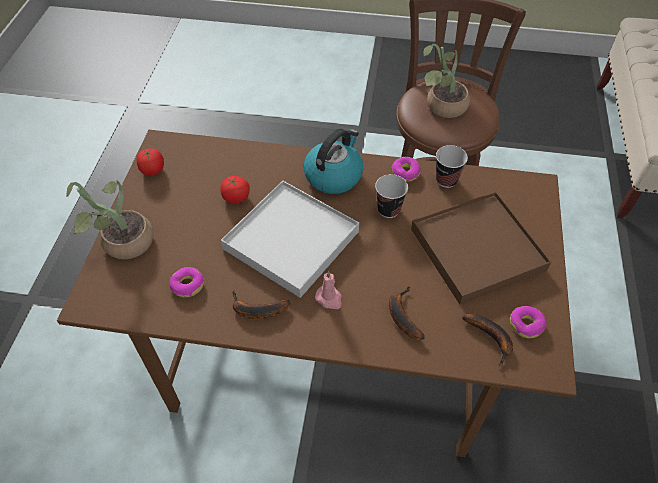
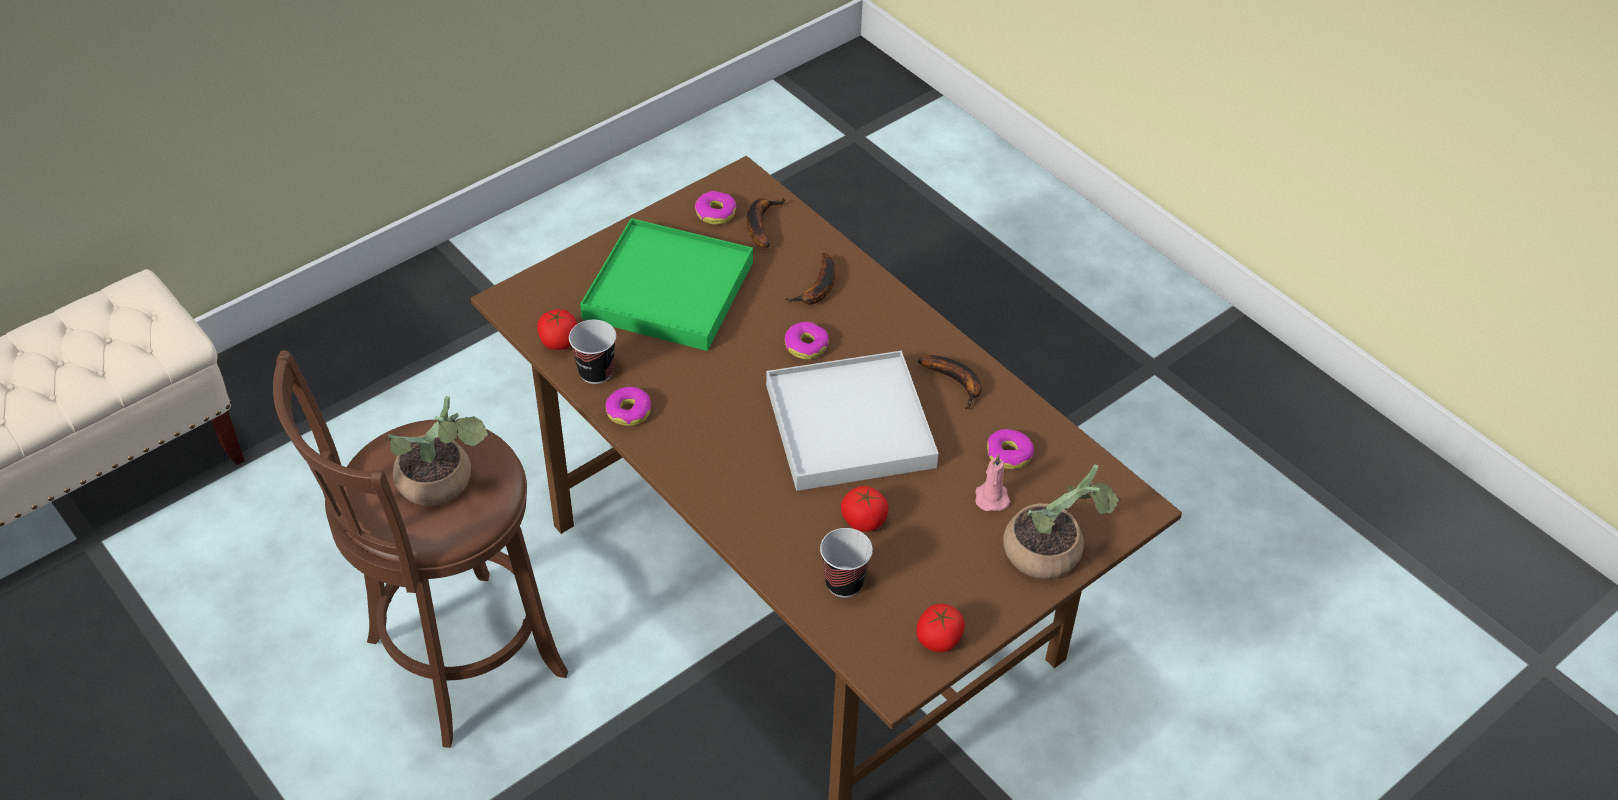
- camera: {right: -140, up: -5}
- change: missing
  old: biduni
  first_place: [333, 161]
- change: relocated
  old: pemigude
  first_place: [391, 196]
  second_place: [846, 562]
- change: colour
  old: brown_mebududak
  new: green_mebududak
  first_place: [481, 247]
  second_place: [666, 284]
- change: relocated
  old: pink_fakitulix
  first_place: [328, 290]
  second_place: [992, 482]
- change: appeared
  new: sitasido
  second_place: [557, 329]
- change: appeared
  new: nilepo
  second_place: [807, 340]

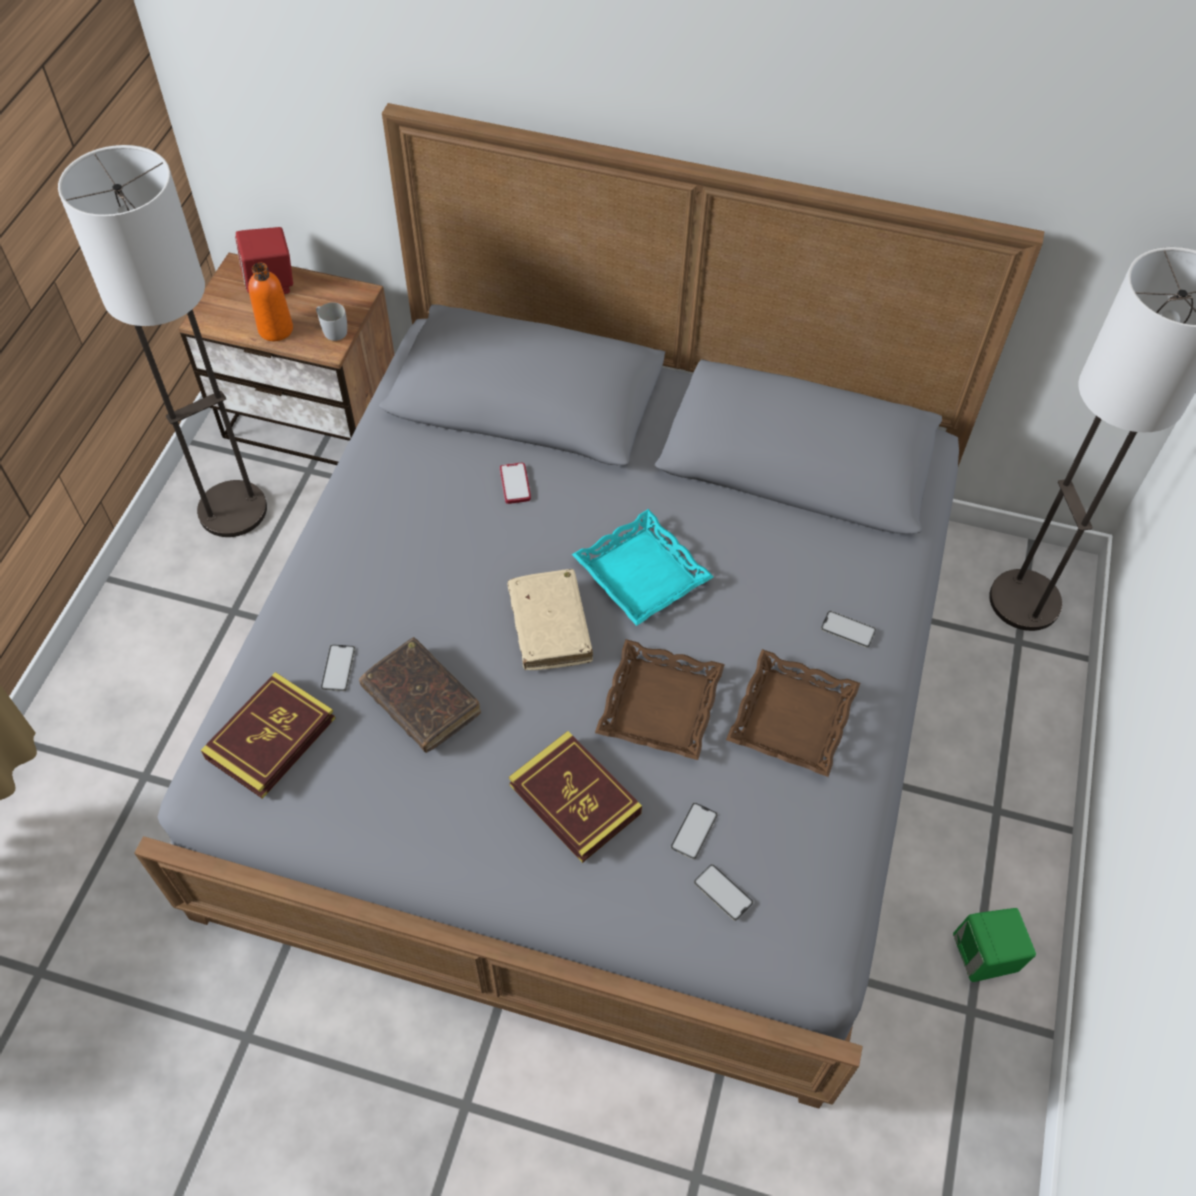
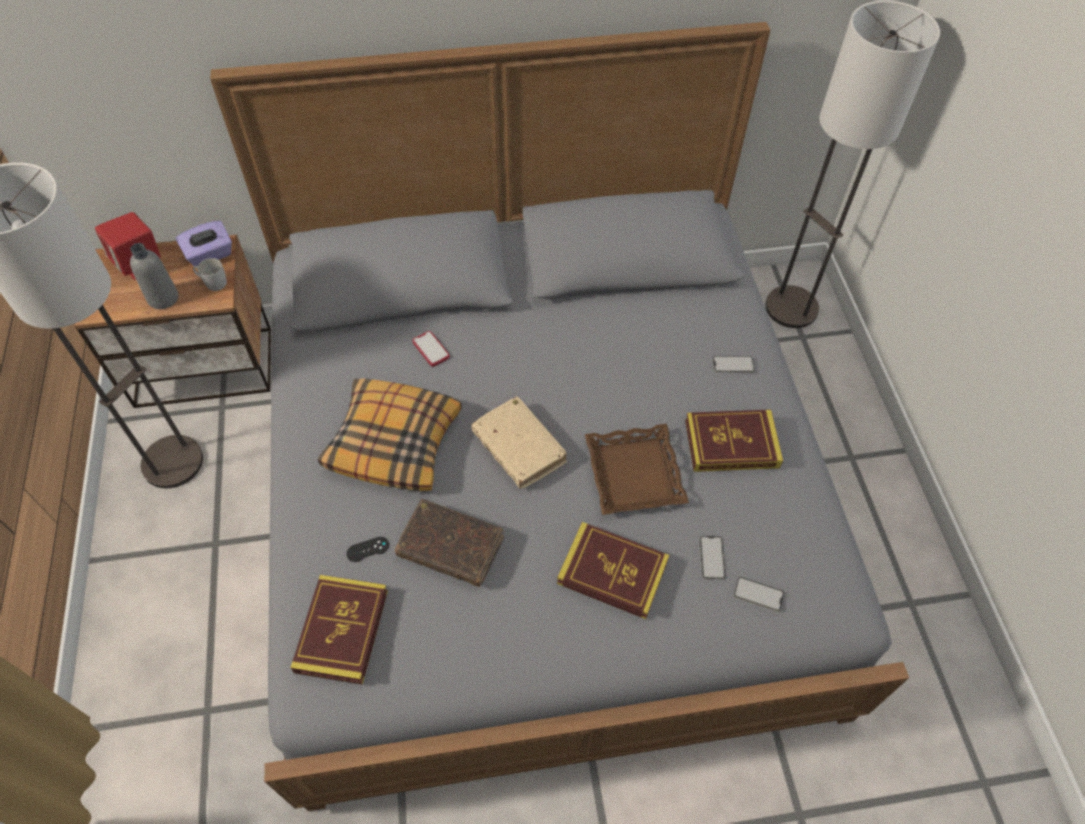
- camera: {right: -25, up: 0}
- change: colour
  old: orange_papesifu
  new: grey_papesifu
  first_place: [270, 302]
  second_place: [154, 276]
- change: missing
  old: turquoise_mebududak
  first_place: [643, 567]
- change: exchanged
  old: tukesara
  new: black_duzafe
  first_place: [338, 667]
  second_place: [368, 549]
- change: exchanged
  old: brown_mebududak
  new: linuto
  first_place: [793, 713]
  second_place: [734, 441]
- change: missing
  old: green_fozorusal
  first_place: [994, 945]
- change: appeared
  new: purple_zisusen
  second_place: [204, 243]
- change: appeared
  new: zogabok
  second_place: [390, 434]

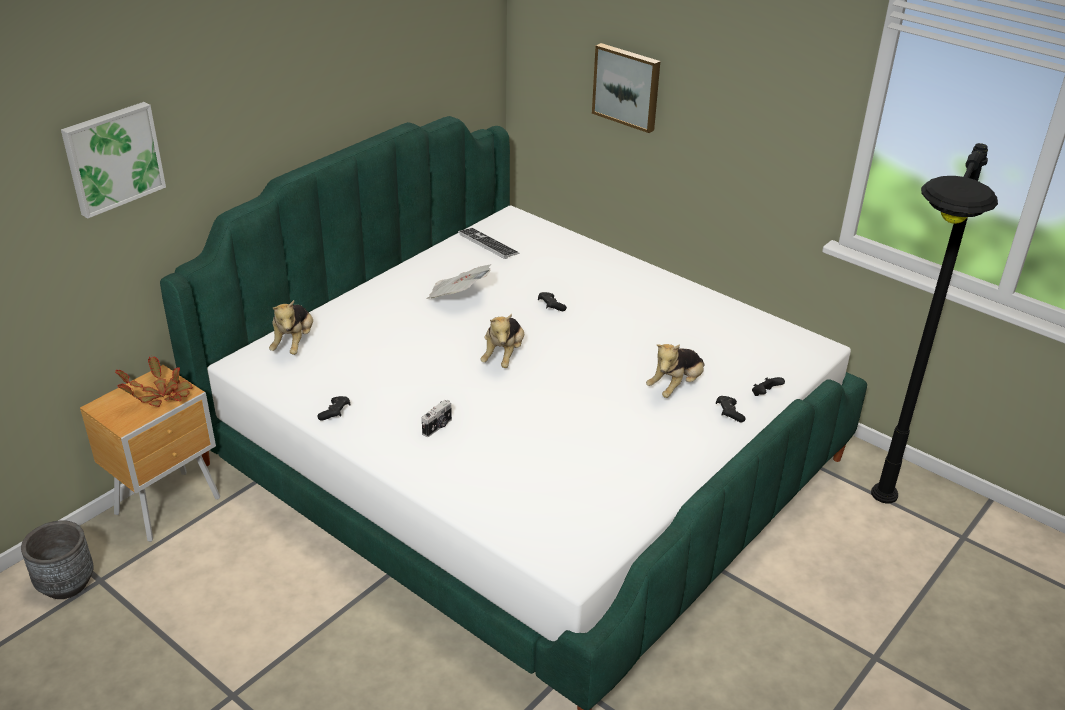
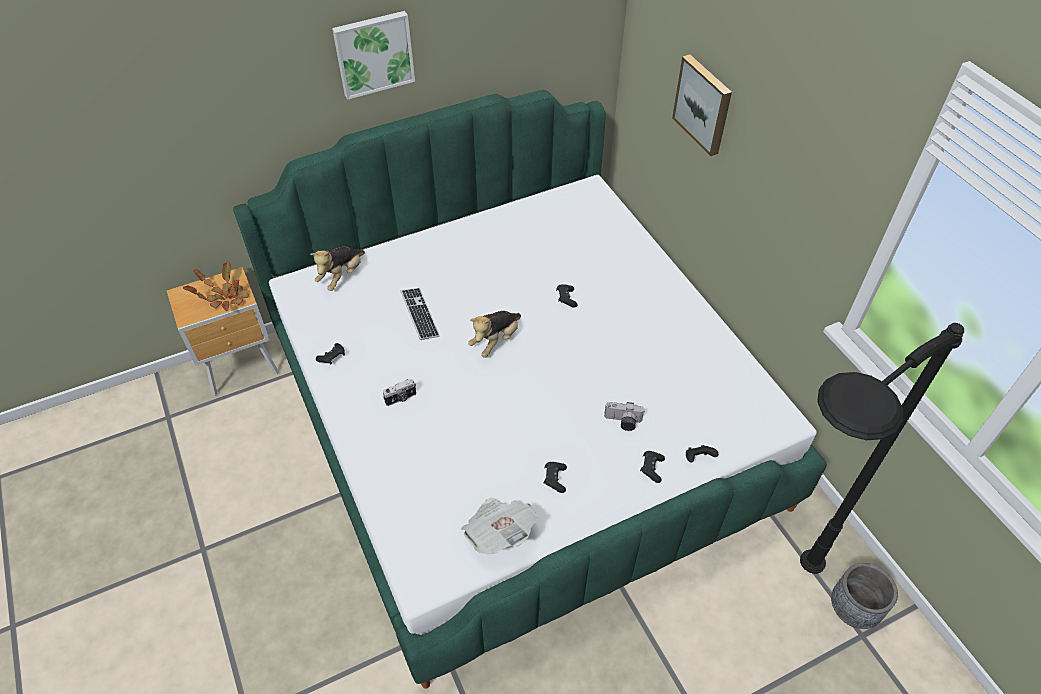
- camera: {right: 25, up: 15}
- change: relocated
  old: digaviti
  first_place: [113, 160]
  second_place: [373, 55]
- change: relocated
  old: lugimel
  first_place: [488, 243]
  second_place: [420, 314]
- change: relocated
  old: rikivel
  first_place: [459, 281]
  second_place: [500, 526]
- change: exchanged
  old: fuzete
  new: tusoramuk
  first_place: [675, 371]
  second_place: [624, 416]
- change: relocated
  old: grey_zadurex
  first_place: [57, 559]
  second_place: [864, 596]
- change: appeared
  new: black_duzafe
  second_place: [555, 477]

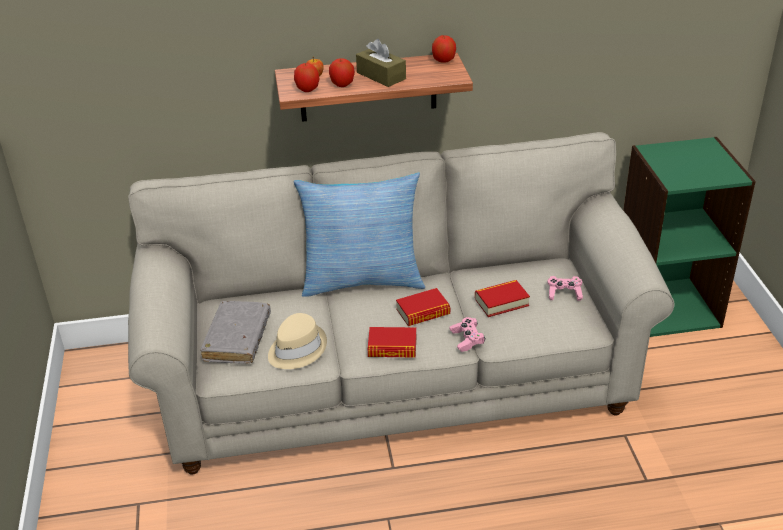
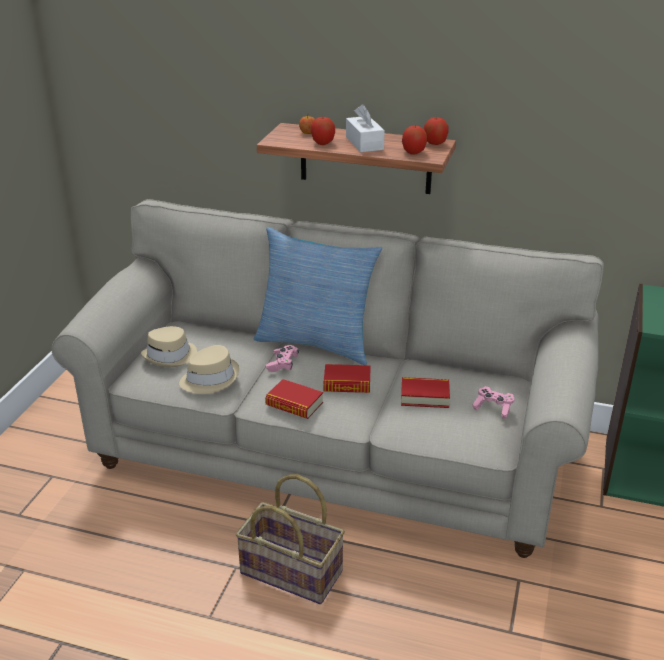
- camera: {right: 25, up: -5}
- change: colour
  old: brown_zisusen
  new: white_zisusen
  first_place: [381, 63]
  second_place: [365, 128]
- change: relocated
  old: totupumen
  first_place: [306, 77]
  second_place: [414, 140]
- change: exchanged
  old: grey_linuto
  new: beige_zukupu
  first_place: [235, 332]
  second_place: [169, 346]
- change: relocated
  old: pink_duzafe
  first_place: [467, 334]
  second_place: [282, 358]
- change: appeared
  new: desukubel
  second_place: [290, 539]

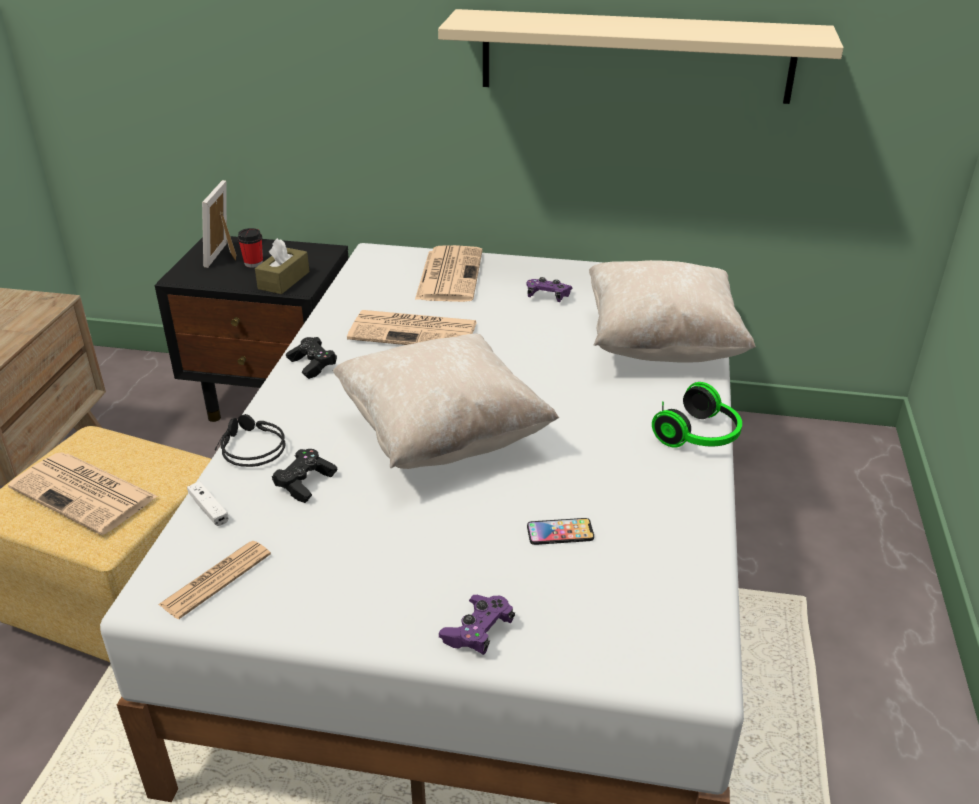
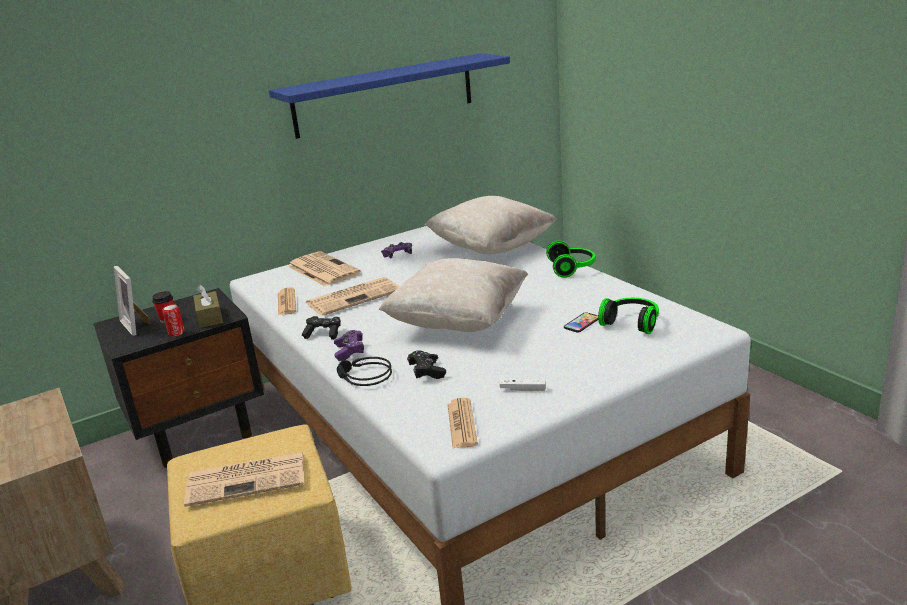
- camera: {right: -40, up: -10}
- change: colour
  old: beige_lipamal
  new: blue_lipamal
  first_place: [641, 56]
  second_place: [389, 96]
- change: relocated
  old: white_duzafe
  first_place: [208, 503]
  second_place: [522, 385]
- change: relocated
  old: purple_duzafe
  first_place: [477, 625]
  second_place: [349, 345]
- change: appeared
  new: rikivel
  second_place: [287, 301]
- change: appeared
  new: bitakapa
  second_place: [628, 316]
- change: appeared
  new: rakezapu
  second_place: [173, 320]

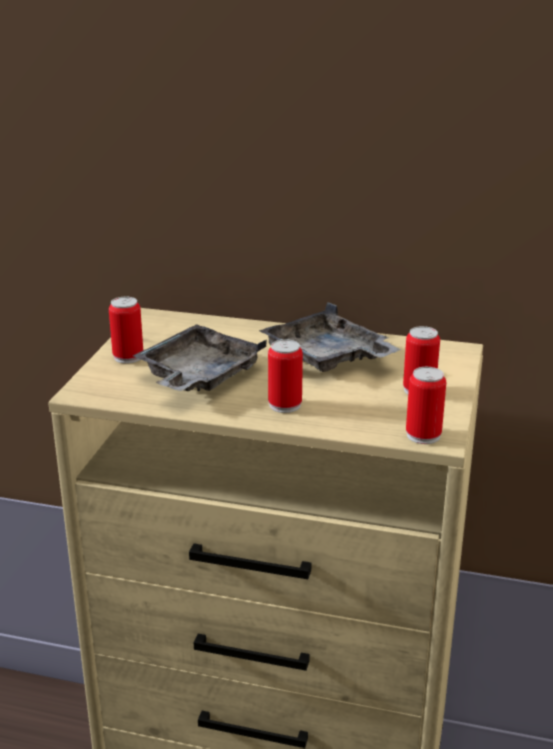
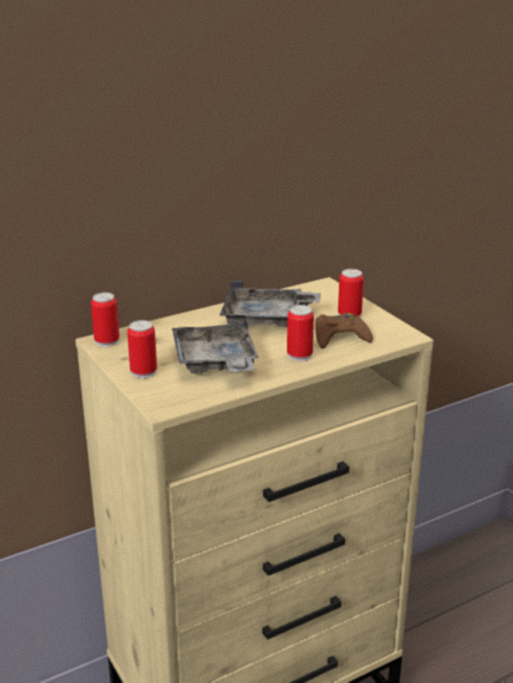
- camera: {right: -45, up: 0}
- change: relocated
  old: rakezapu
  first_place: [426, 405]
  second_place: [105, 319]
- change: appeared
  new: brown_duzafe
  second_place: [344, 331]

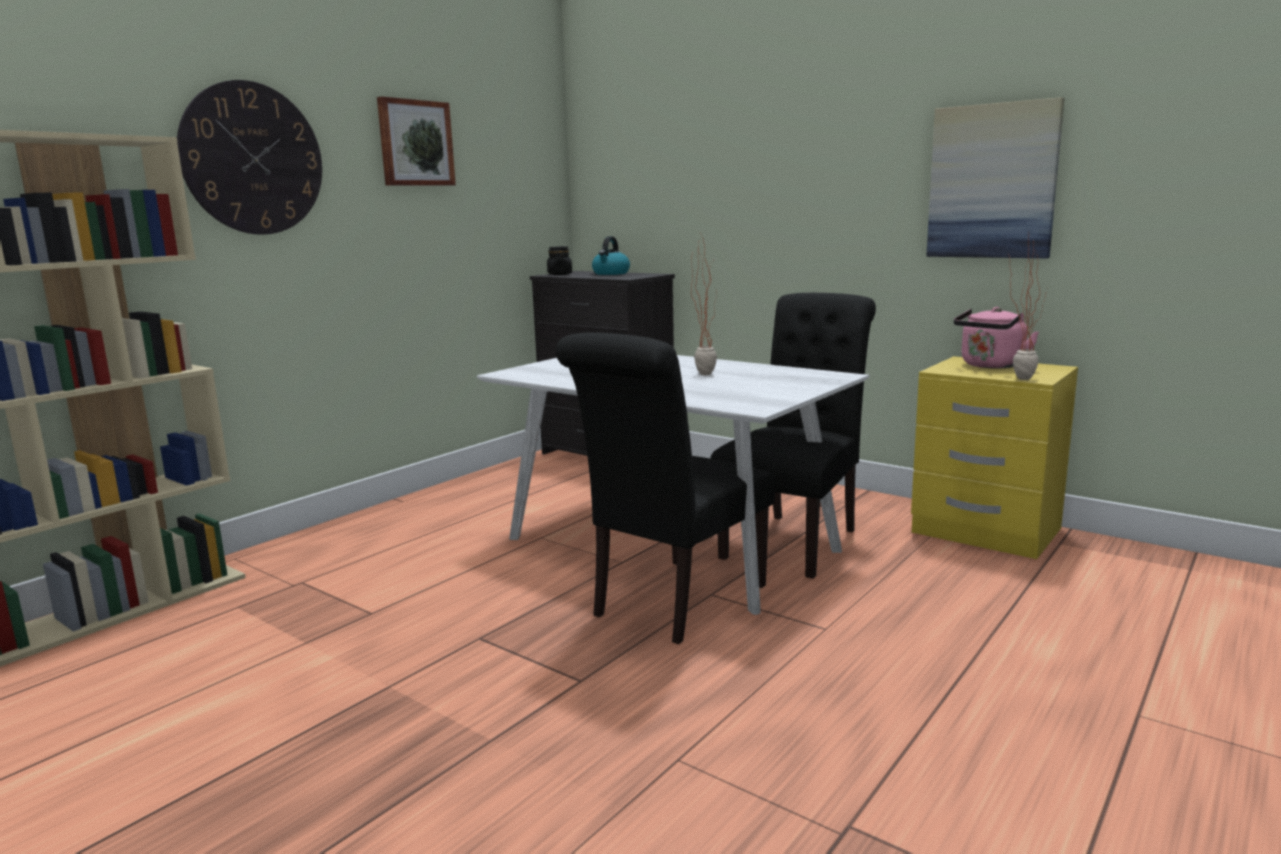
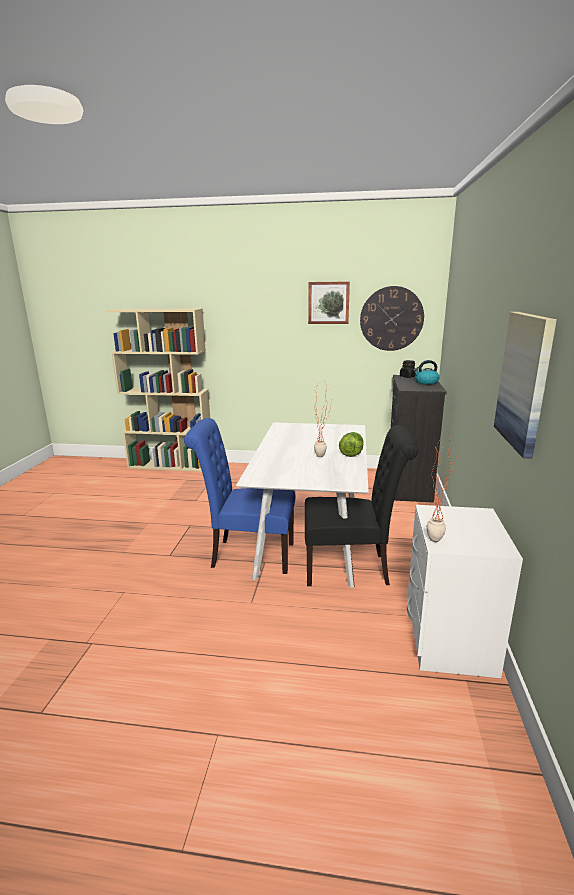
- camera: {right: 60, up: 5}
- change: relocated
  old: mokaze
  first_place: [249, 157]
  second_place: [392, 318]
- change: missing
  old: pink_biduni
  first_place: [996, 338]
- change: colour
  old: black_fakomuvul
  new: blue_fakomuvul
  first_place: [665, 488]
  second_place: [239, 496]
- change: colour
  old: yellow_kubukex
  new: white_kubukex
  first_place: [994, 457]
  second_place: [465, 591]
- change: appeared
  new: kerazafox
  second_place: [351, 444]

